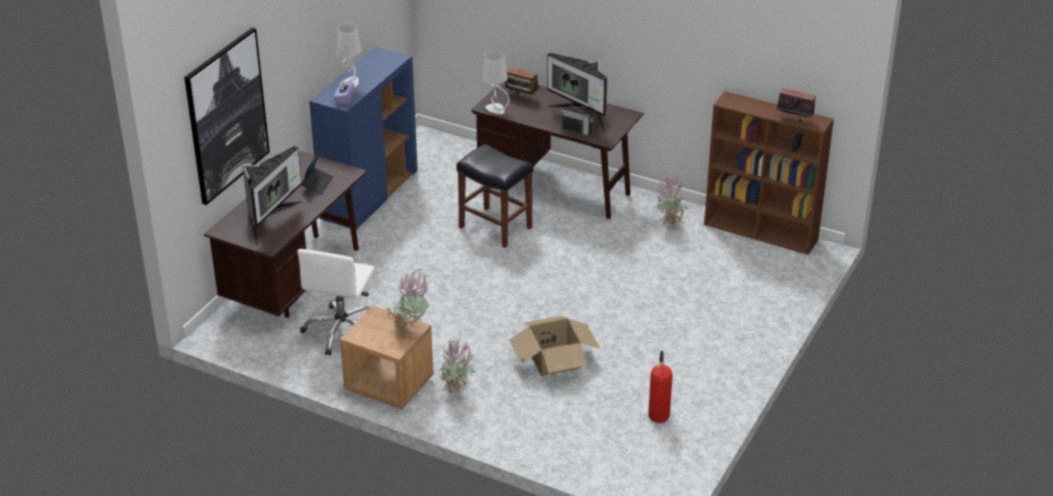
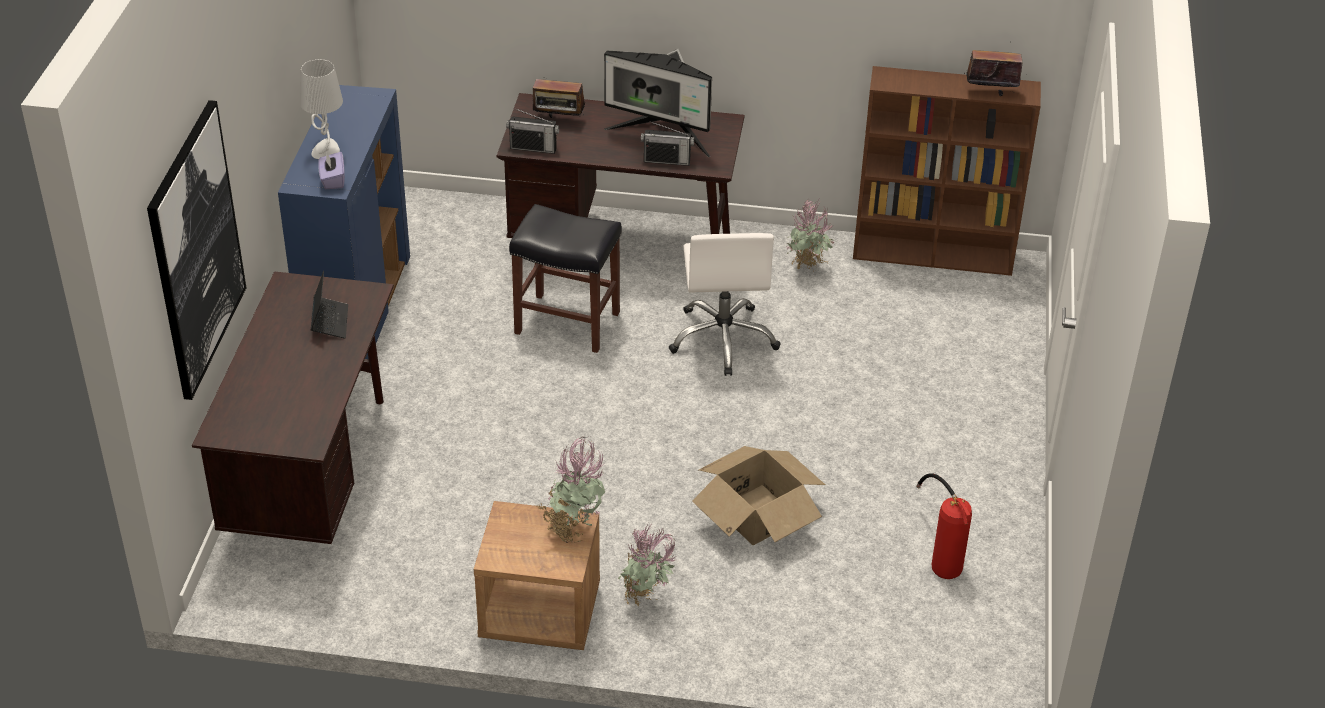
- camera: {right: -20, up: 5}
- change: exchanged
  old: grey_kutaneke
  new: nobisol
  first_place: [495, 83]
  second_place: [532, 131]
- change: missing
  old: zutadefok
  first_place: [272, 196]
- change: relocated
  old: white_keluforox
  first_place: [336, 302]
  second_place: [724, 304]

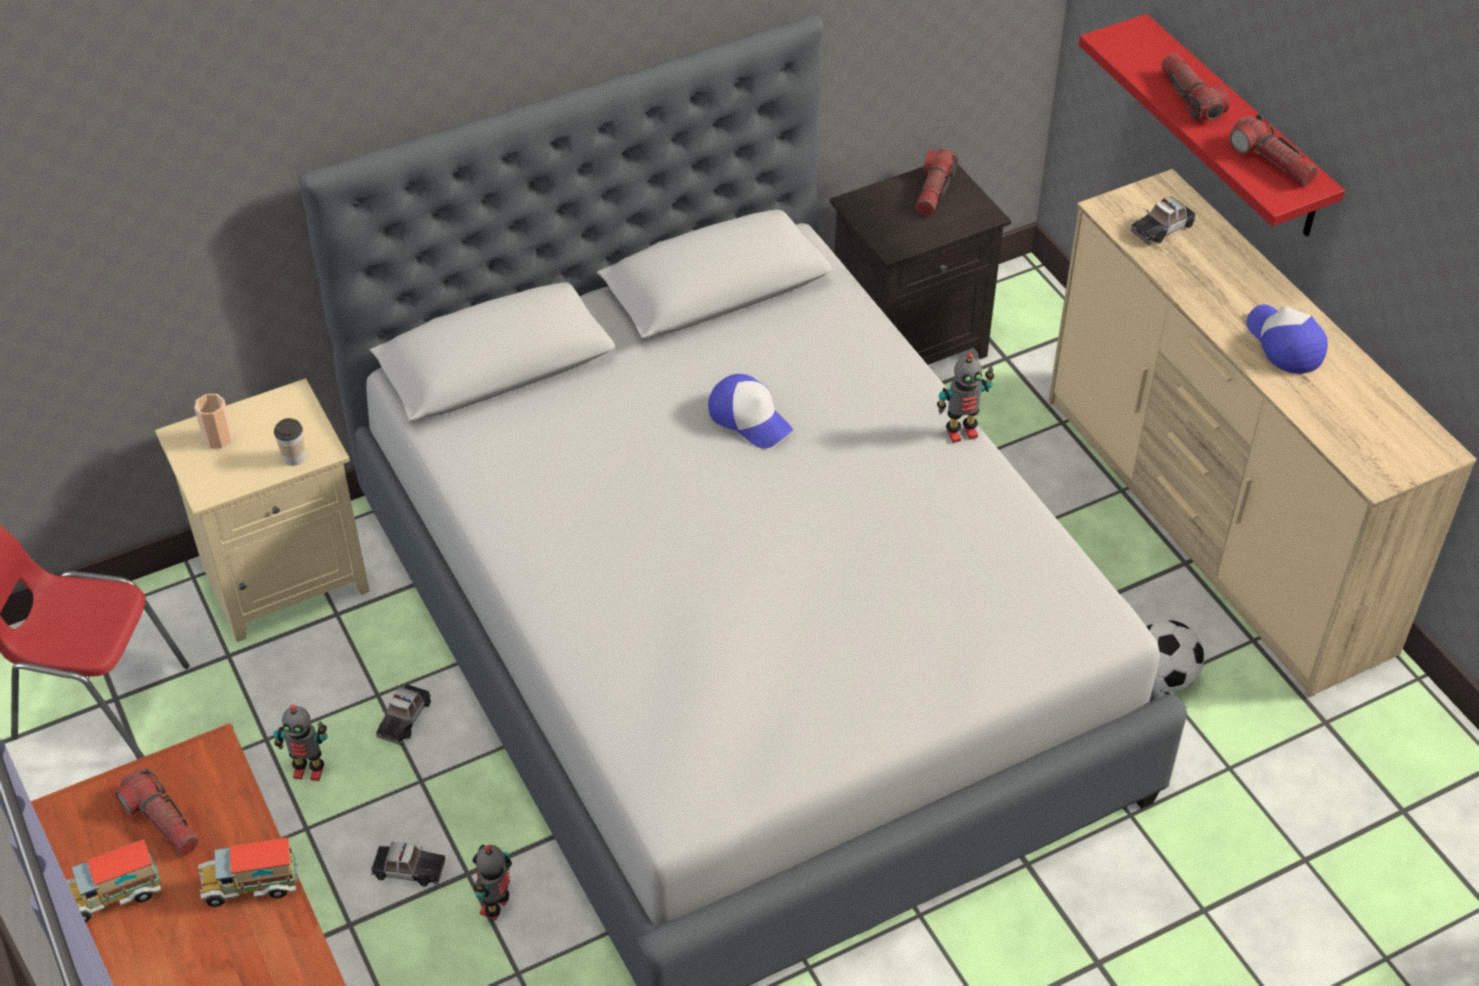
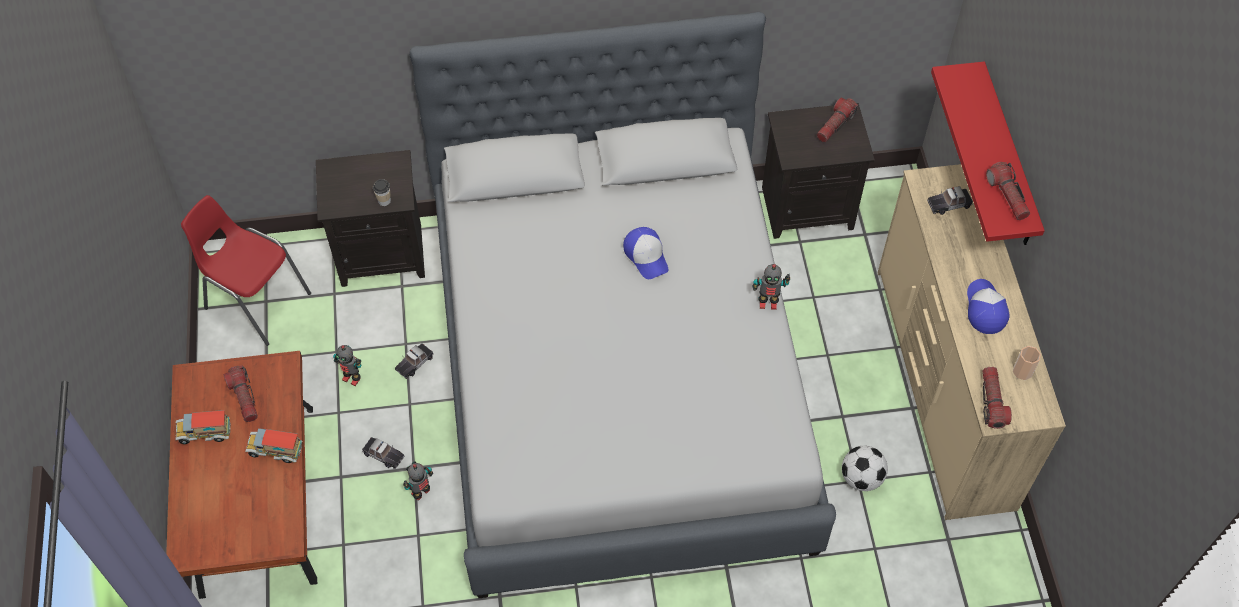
- camera: {right: 20, up: 10}
- change: relocated
  old: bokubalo
  first_place: [1195, 87]
  second_place: [997, 398]
- change: colour
  old: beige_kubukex
  new: black_kubukex
  first_place: [262, 510]
  second_place: [370, 218]
- change: relocated
  old: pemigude
  first_place: [213, 421]
  second_place: [1027, 363]

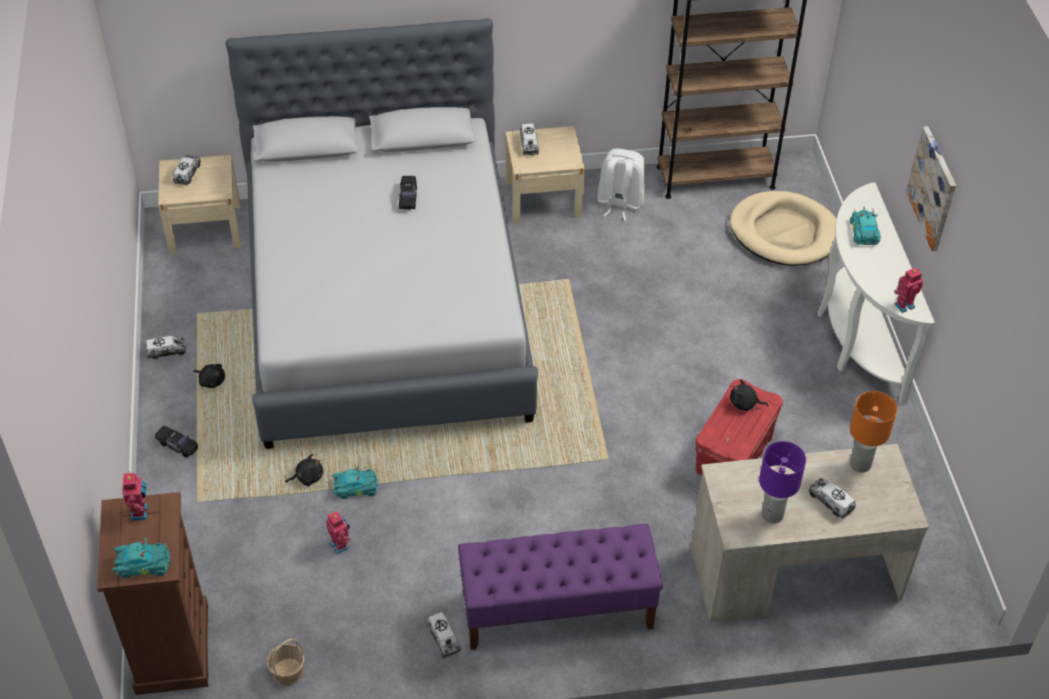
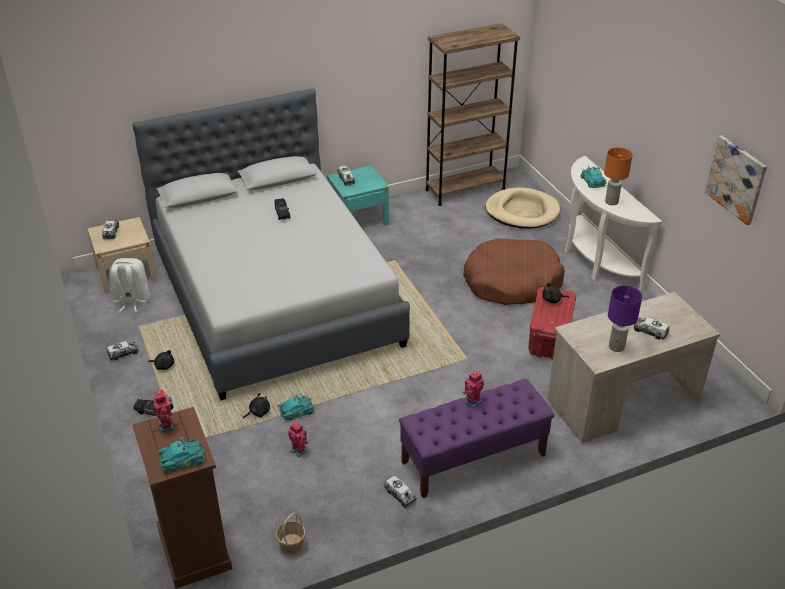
- camera: {right: -15, up: -10}
- change: colour
  old: beige_kubukex
  new: turquoise_kubukex
  first_place: [545, 174]
  second_place: [358, 195]
- change: relocated
  old: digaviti
  first_place: [931, 188]
  second_place: [736, 180]
- change: relocated
  old: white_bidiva
  first_place: [621, 184]
  second_place: [129, 285]
- change: relocated
  old: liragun
  first_place: [908, 290]
  second_place: [473, 389]
- change: relocated
  old: orange_kutaneke
  first_place: [873, 431]
  second_place: [618, 176]
- change: appeared
  new: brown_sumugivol
  second_place: [514, 271]

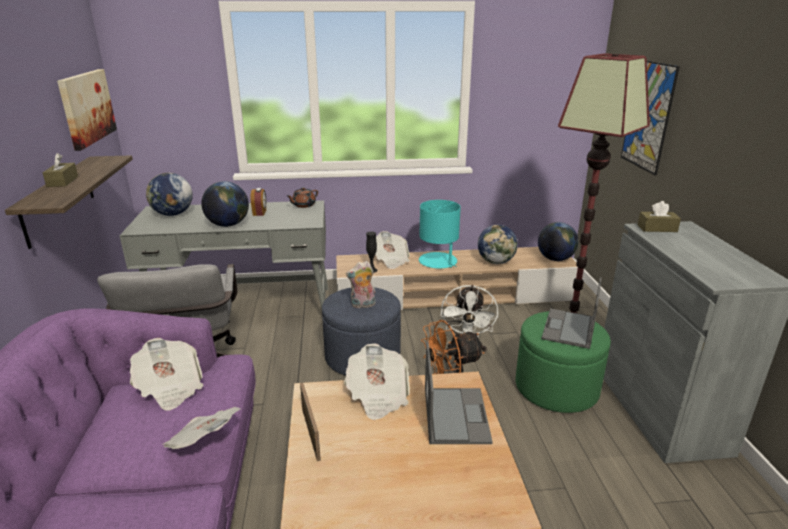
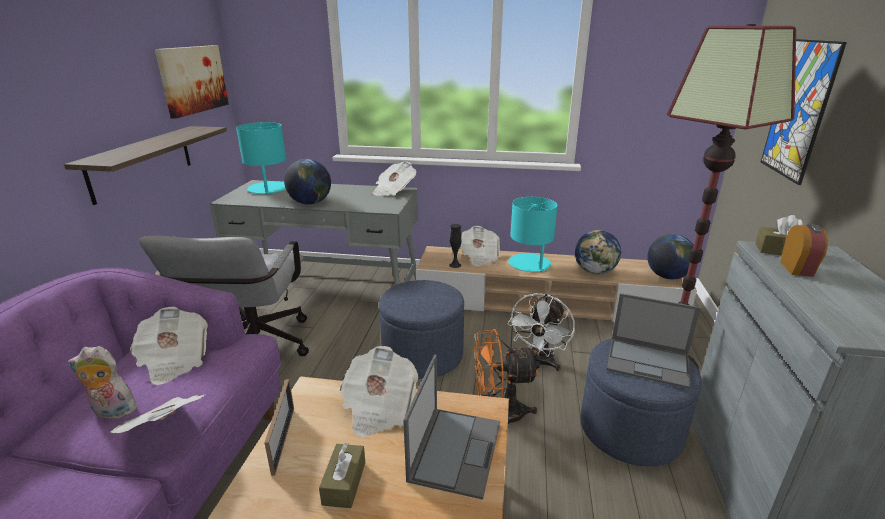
- camera: {right: 15, up: 0}
- change: relocated
  old: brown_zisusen
  first_place: [60, 170]
  second_place: [342, 475]
- change: exchanged
  old: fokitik
  new: turquoise_kutaneke
  first_place: [169, 194]
  second_place: [261, 158]
- change: exchanged
  old: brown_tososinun
  new: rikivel
  first_place: [302, 197]
  second_place: [394, 179]
- change: relocated
  old: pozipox
  first_place: [258, 202]
  second_place: [804, 250]
- change: relocated
  old: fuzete
  first_place: [361, 284]
  second_place: [102, 382]
- change: spun
  old: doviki
  first_place: [571, 313]
  second_place: [653, 341]
  degrees: -105
- change: colour
  old: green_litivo
  new: blue_litivo
  first_place: [563, 362]
  second_place: [641, 402]

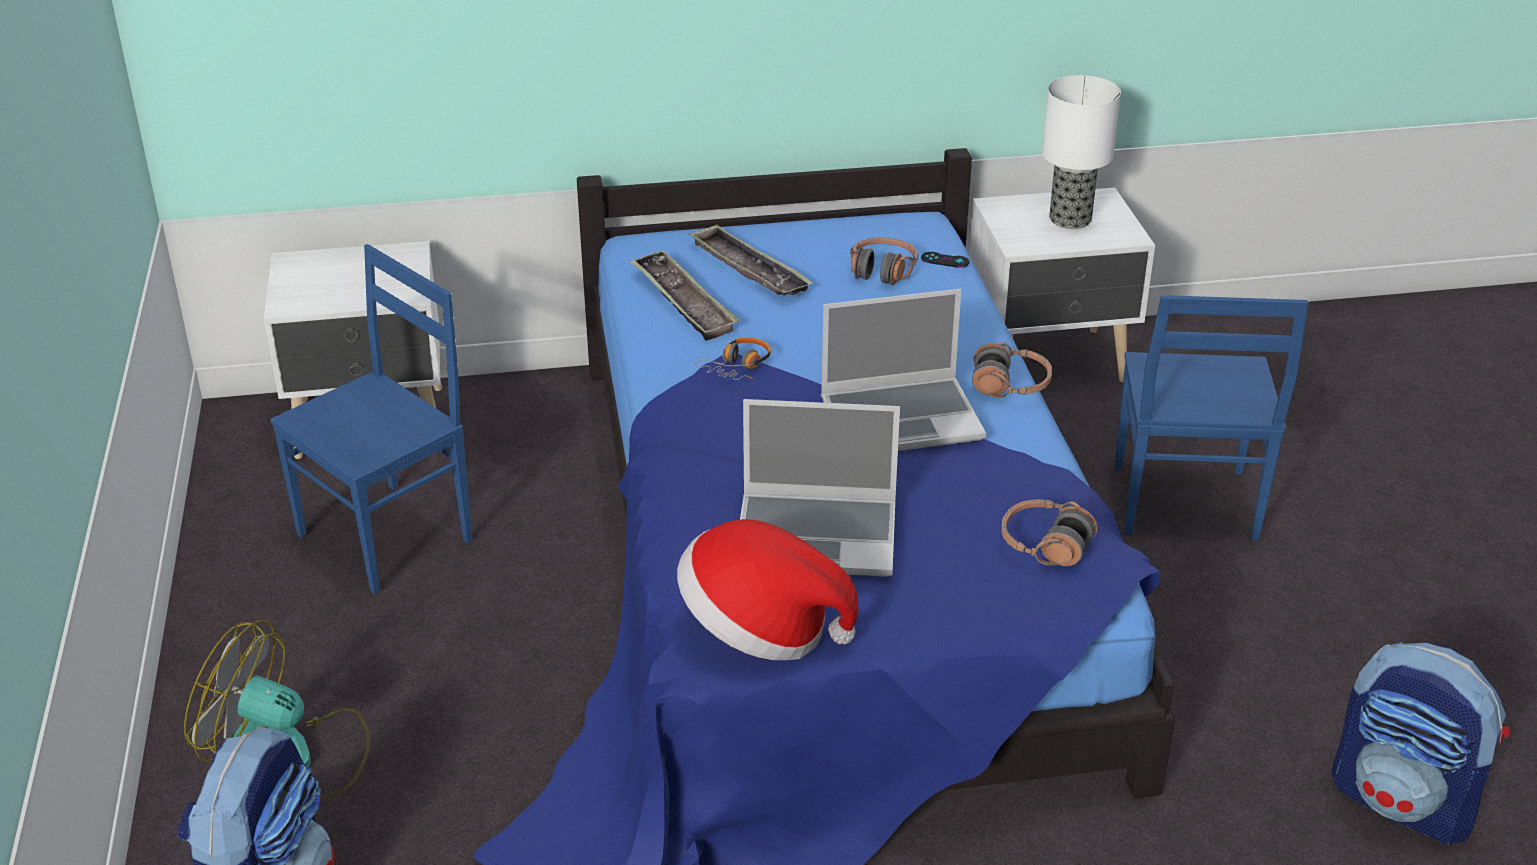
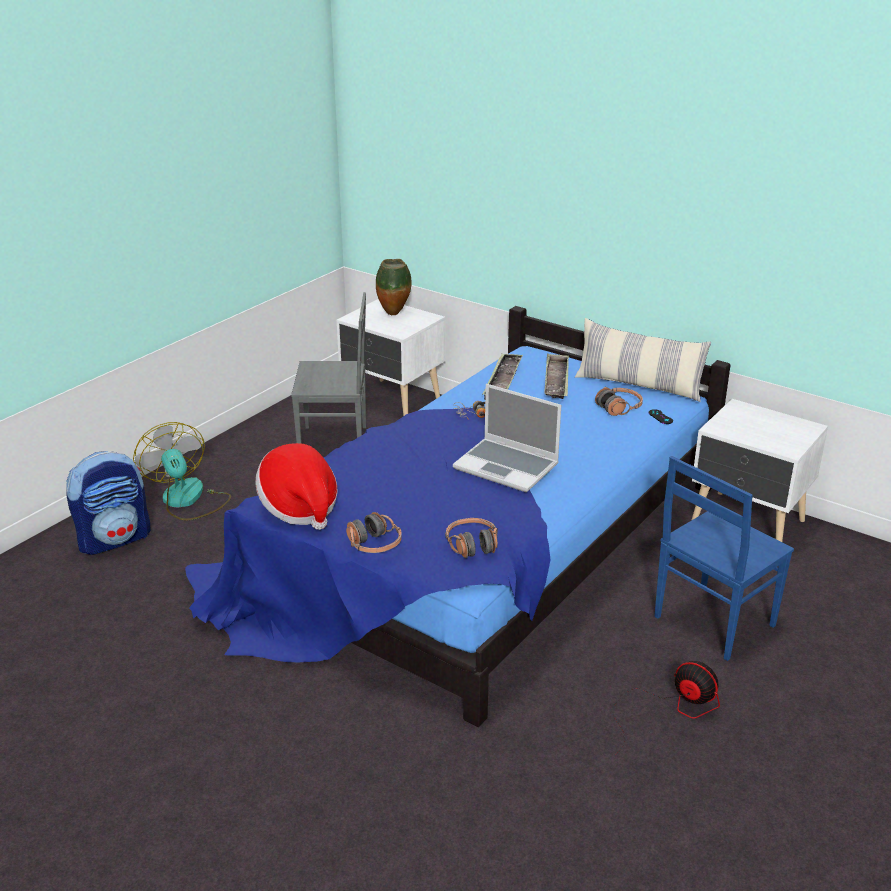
- camera: {right: 45, up: -5}
- change: missing
  old: kutaneke
  first_place: [1081, 152]
- change: colour
  old: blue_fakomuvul
  new: grey_fakomuvul
  first_place: [371, 419]
  second_place: [328, 368]
- change: relocated
  old: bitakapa
  first_place: [1012, 370]
  second_place: [374, 532]
- change: missing
  old: doviki
  first_place: [820, 488]
- change: missing
  old: bidiva
  first_place: [1420, 743]
- change: appeared
  new: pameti
  second_place: [394, 287]
- change: appeared
  new: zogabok
  second_place: [643, 360]
- change: appeared
  new: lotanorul
  second_place: [666, 707]

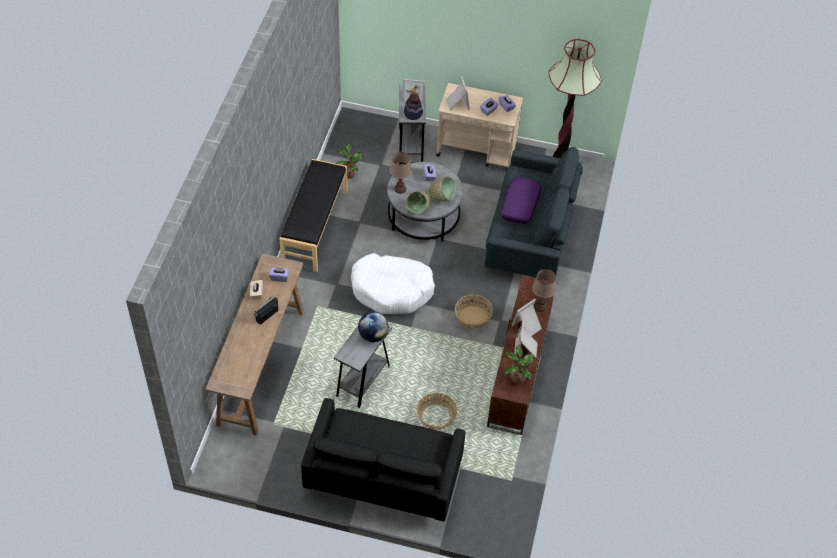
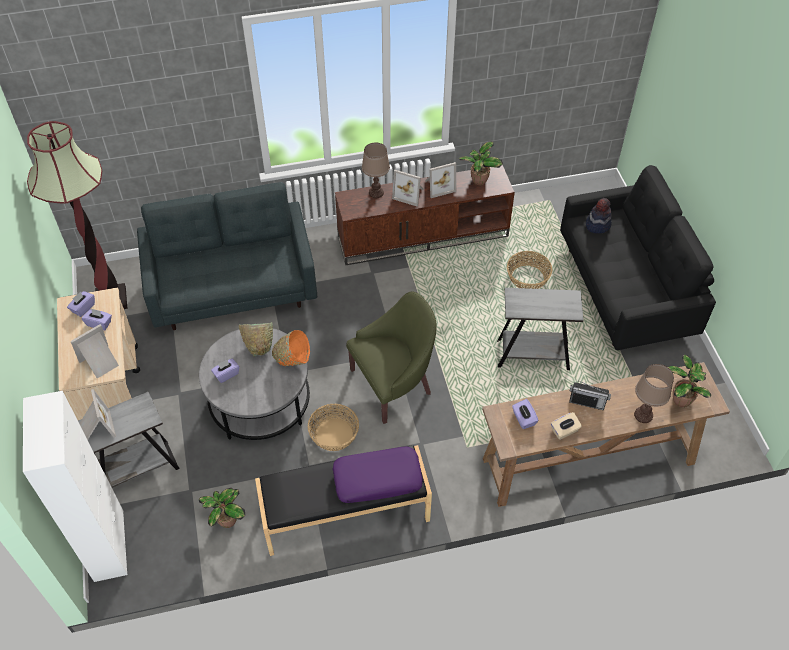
- camera: {right: -115, up: 0}
- change: relocated
  old: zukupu
  first_place: [413, 106]
  second_place: [599, 216]
- change: relocated
  old: brown_kutaneke
  first_place: [401, 173]
  second_place: [654, 393]
- change: relocated
  old: purple_zogabok
  first_place: [521, 200]
  second_place: [377, 474]
- change: colour
  old: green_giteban
  new: orange_giteban
  first_place: [418, 202]
  second_place: [291, 348]
- change: exchanged
  old: white_sumugivol
  new: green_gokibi
  first_place: [393, 283]
  second_place: [391, 358]
- change: relocated
  old: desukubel
  first_place: [474, 312]
  second_place: [333, 427]
- change: missing
  old: fokitik
  first_place: [373, 327]
- change: appeared
  new: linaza
  second_place: [689, 381]
- change: appeared
  new: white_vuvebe
  second_place: [75, 486]

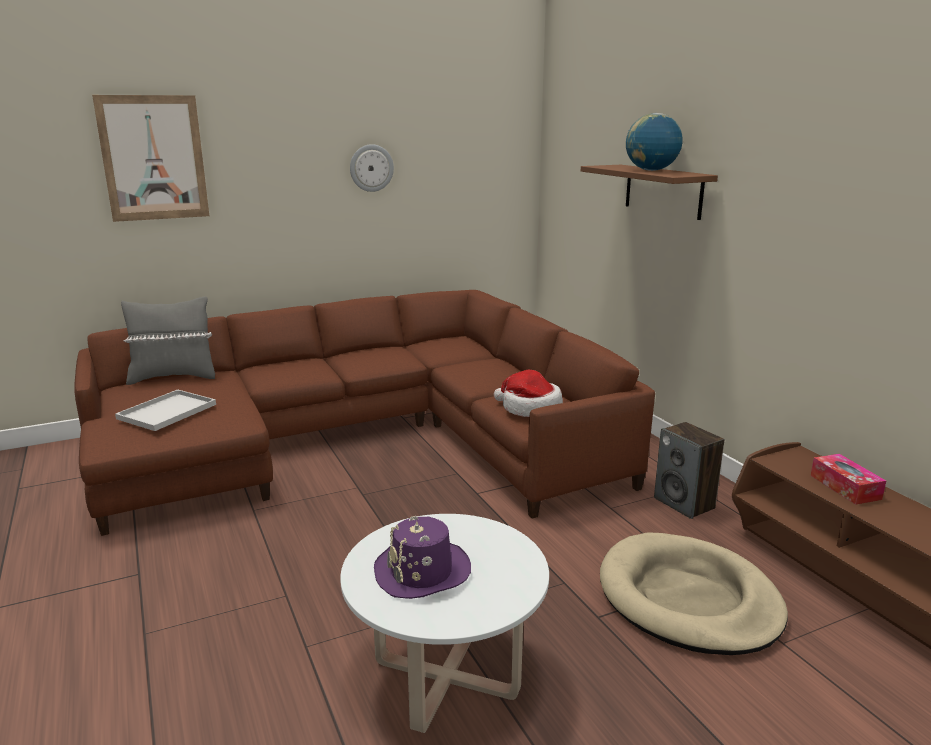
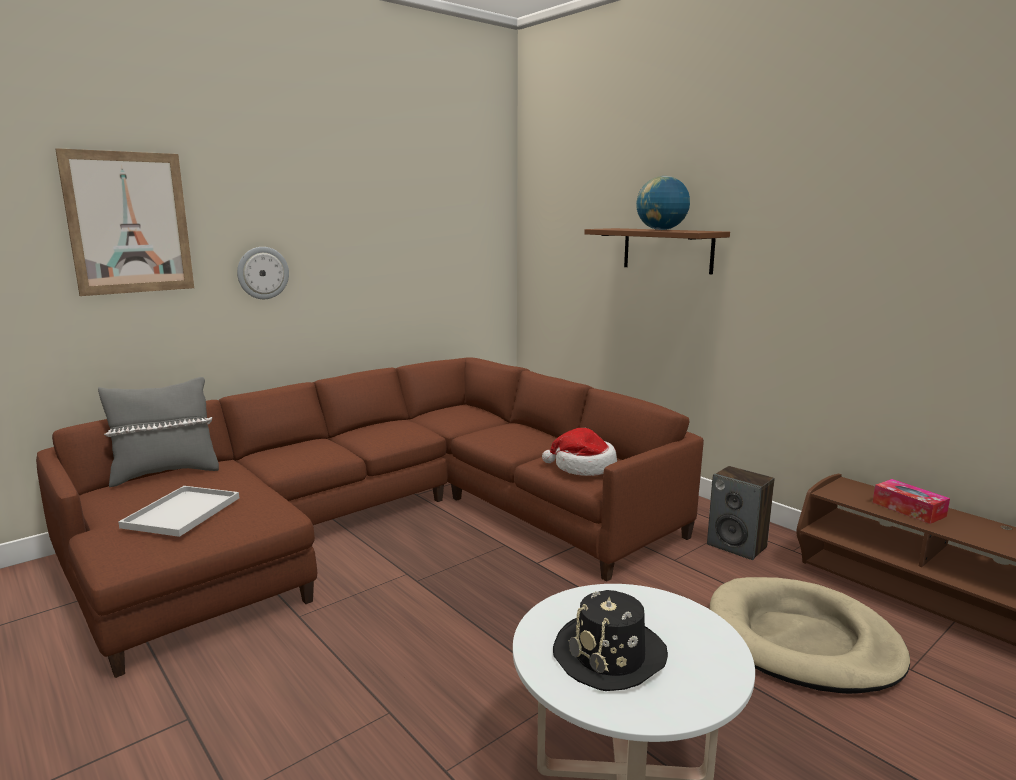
- camera: {right: -15, up: -5}
- change: relocated
  old: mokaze
  first_place: [372, 168]
  second_place: [263, 273]
- change: colour
  old: purple_zukupu
  new: black_zukupu
  first_place: [422, 557]
  second_place: [610, 640]

